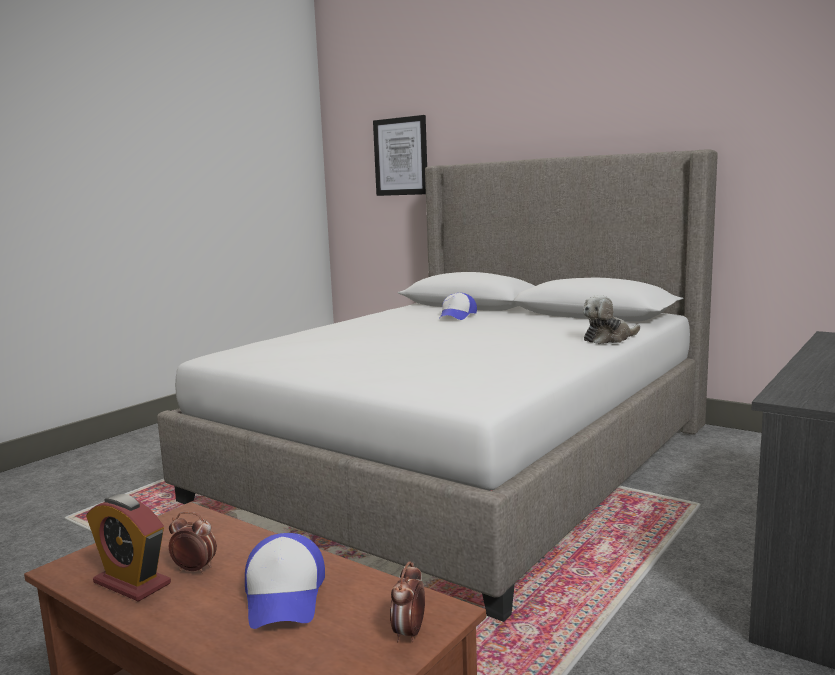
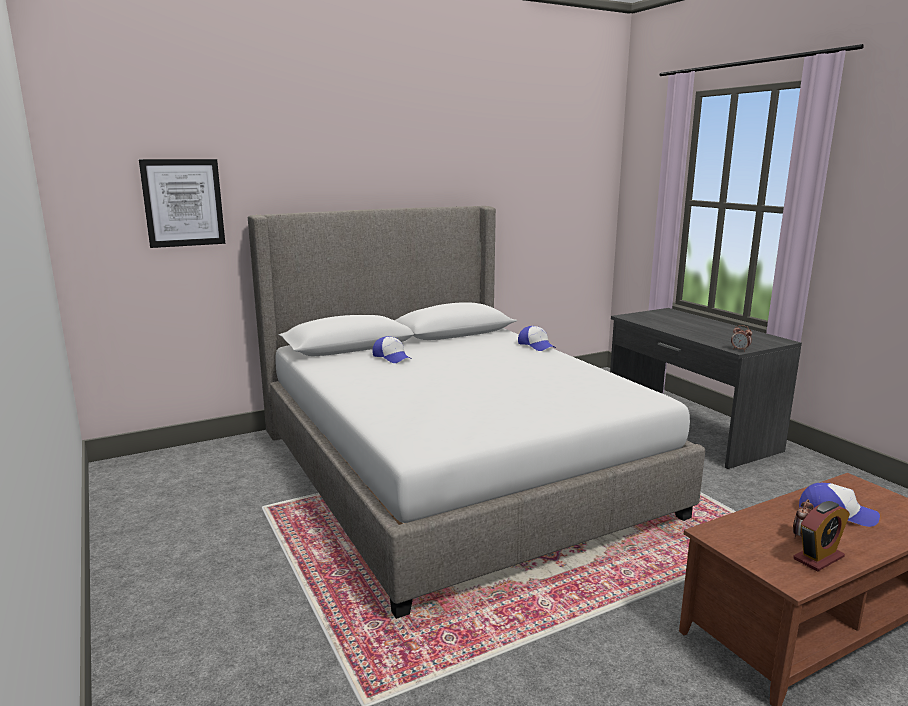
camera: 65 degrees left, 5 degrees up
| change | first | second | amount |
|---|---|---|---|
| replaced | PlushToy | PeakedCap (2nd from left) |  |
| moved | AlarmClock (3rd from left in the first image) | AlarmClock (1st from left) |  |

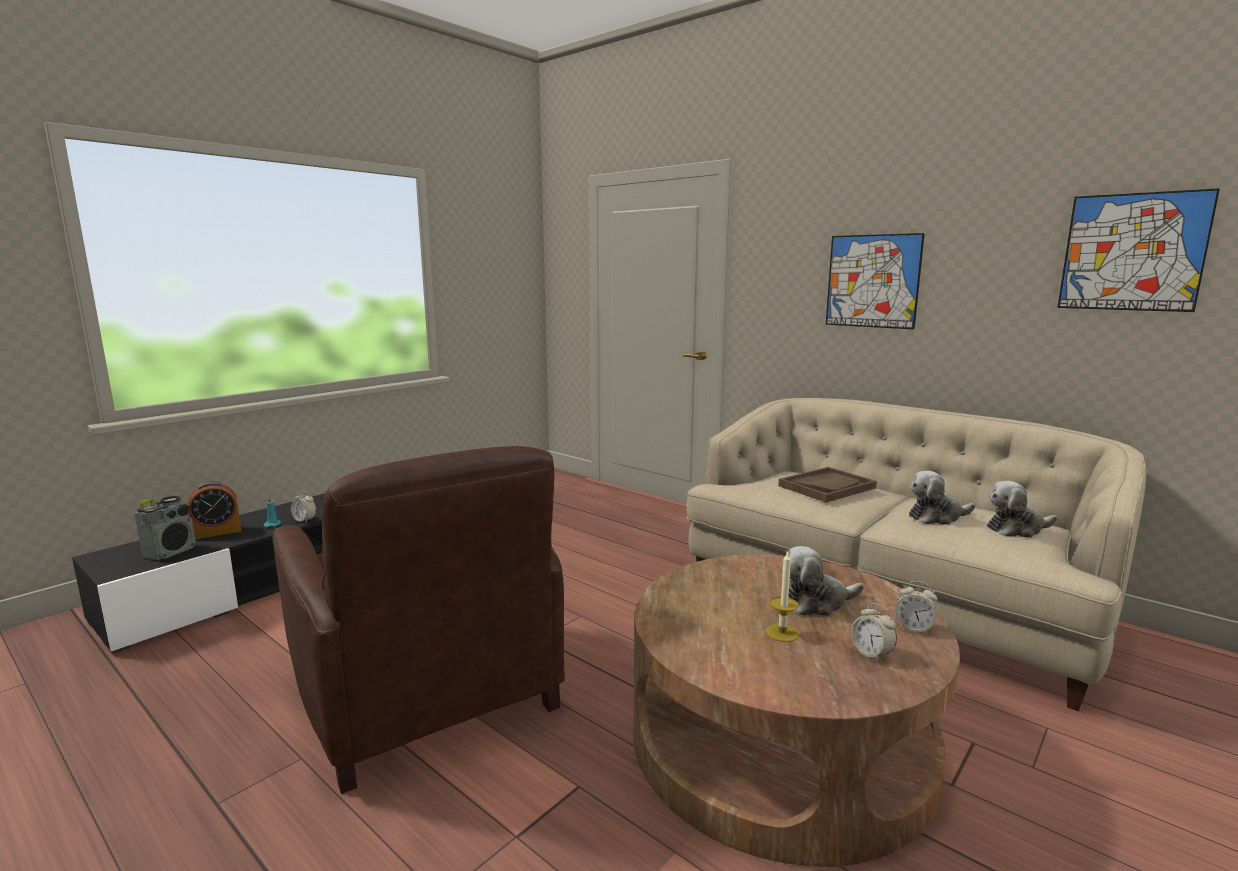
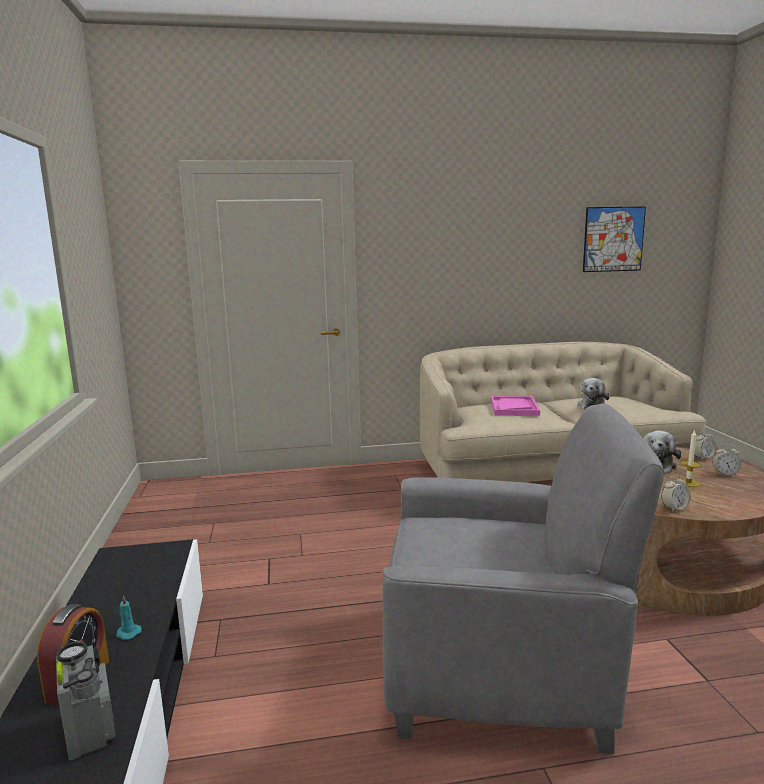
camera: 50 degrees left, 0 degrees up
| change | first | second | amount |
|---|---|---|---|
| recoloured | BrownColouredArmchair | GrayArmchair |  |
| recoloured | BrownColouredCarryingTray | PinkColouredCarryingTray |  |
| moved | AlarmClock (2nd from left) |  |  |
| removed | Picture (1st from left) |  |  |
| removed | PlushToy (3rd from left) |  |  |

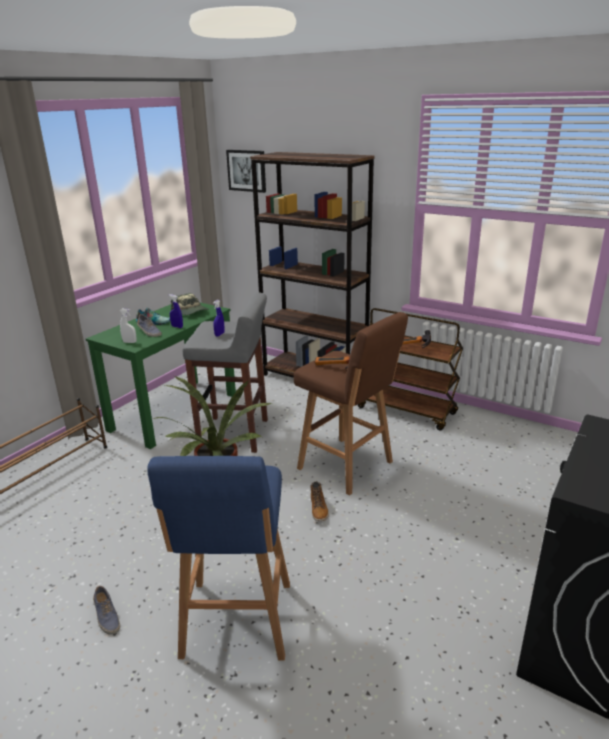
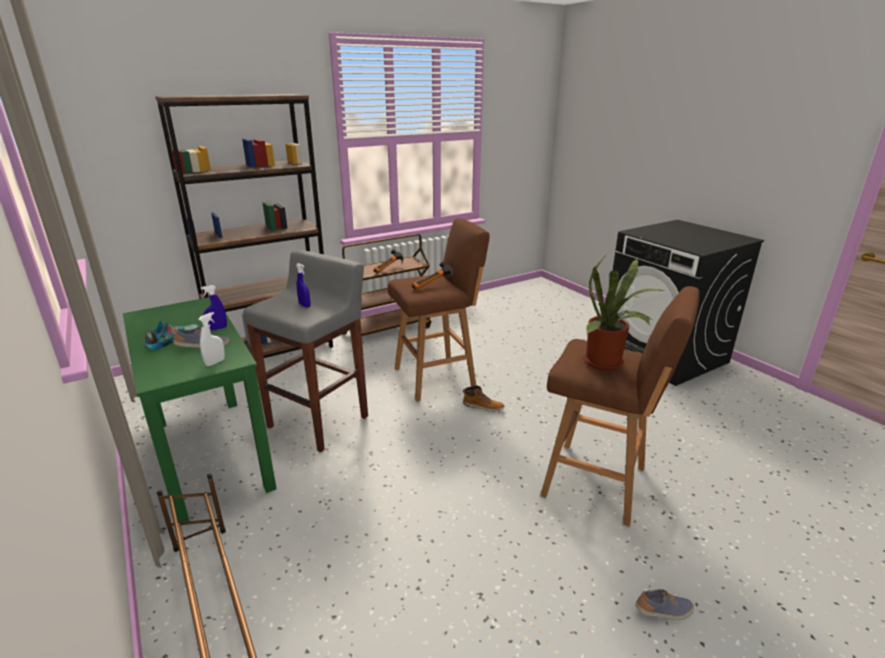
camera: 65 degrees left, 0 degrees up
| change | first | second | amount |
|---|---|---|---|
| recoloured | BlueStoolSeat | BrownColouredStoolSeat (2nd from left) |  |
| moved | ItemOfFootwear (1st from left in the first image) | ItemOfFootwear (3rd from left) |  |
| removed | PeakedCap |  |  |
| removed | Picture |  |  |

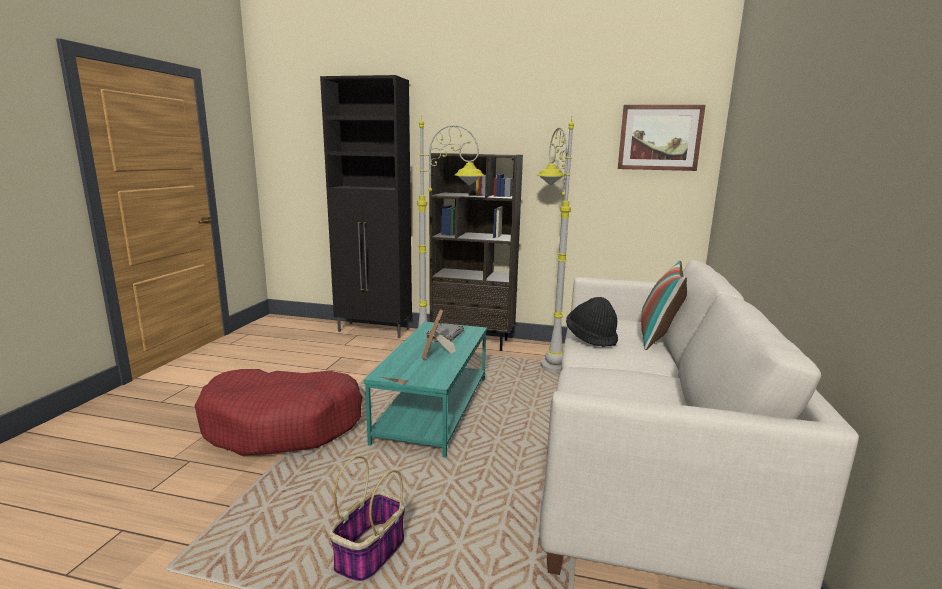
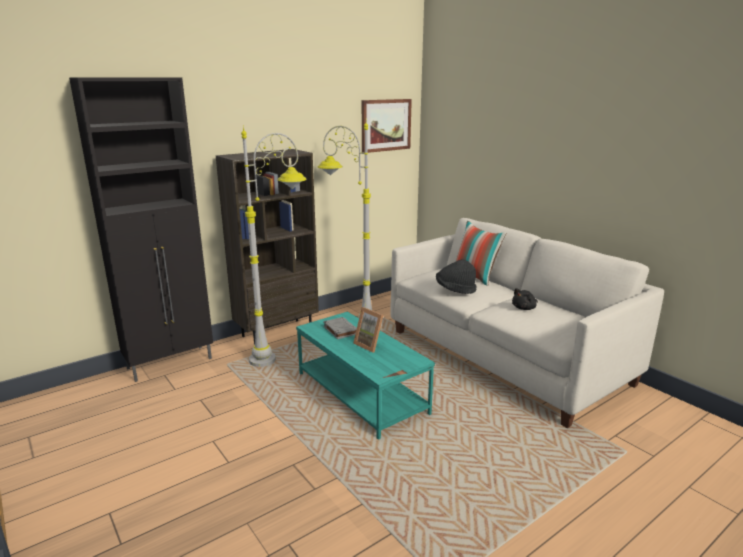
camera: 50 degrees left, 5 degrees up
| change | first | second | amount |
|---|---|---|---|
| added |  | BlackishPlushToy |  |
| removed | ReddishDogBed |  |  |
| removed | StorageBasket |  |  |

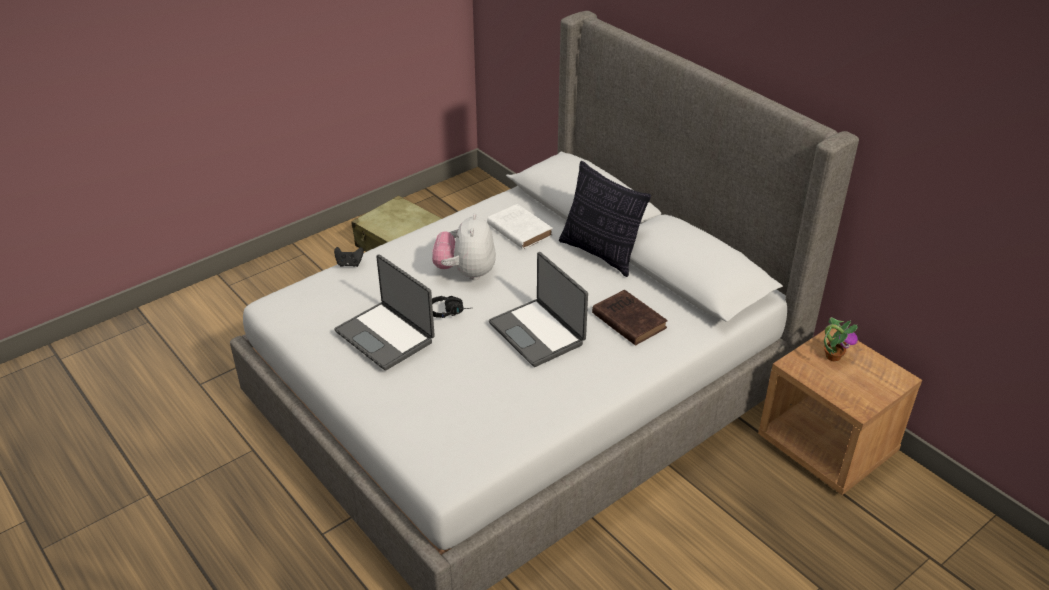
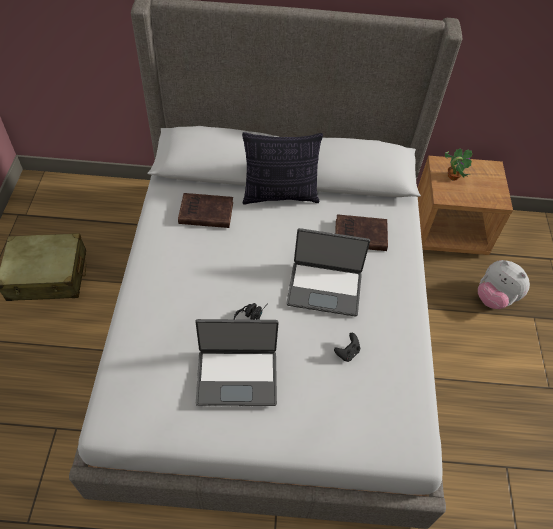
camera: 50 degrees left, 15 degrees up
| change | first | second | amount |
|---|---|---|---|
| recoloured | WhitishBoundBook | BrownColouredBoundBook (1st from left) |  |
| moved | BlackishJoypad |  |  |
| moved | PlushToy |  |  |

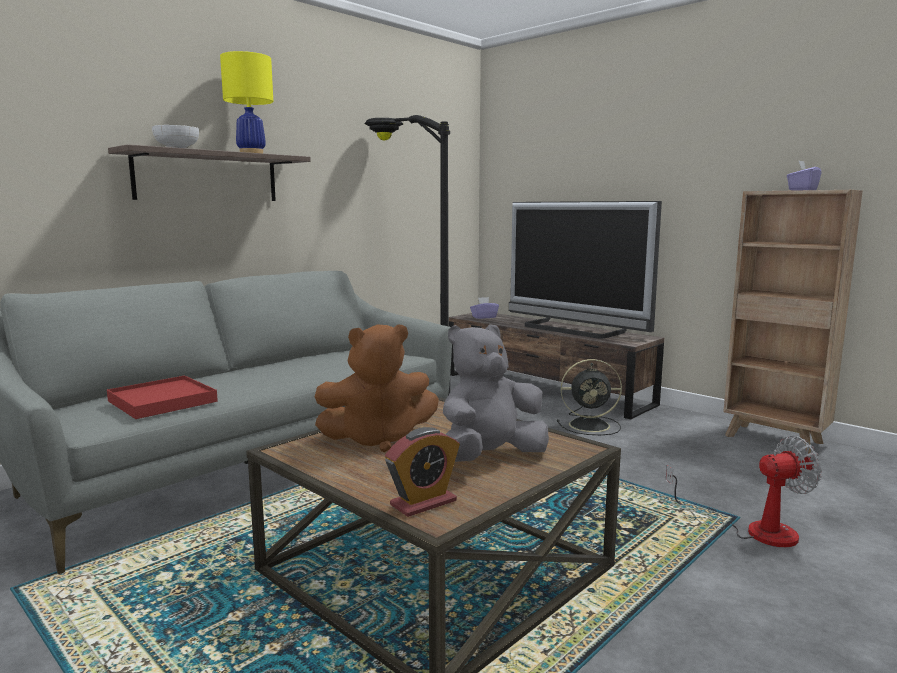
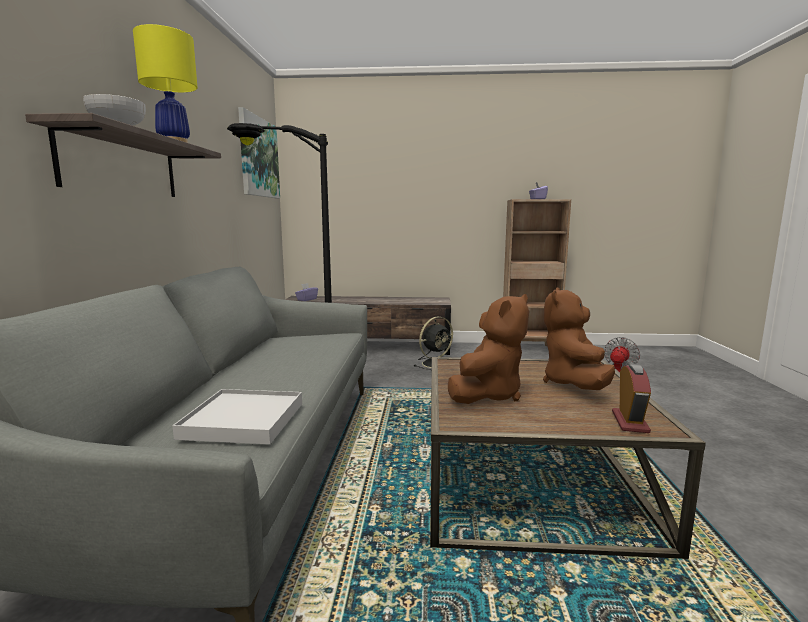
camera: 40 degrees left, 0 degrees up
| change | first | second | amount |
|---|---|---|---|
| recoloured | ReddishCarryingTray | WhitishCarryingTray |  |
| added |  | Picture |  |
| recoloured | GrayPlushToy | BrownColouredPlushToy (2nd from left) |  |
| removed | Tv |  |  |

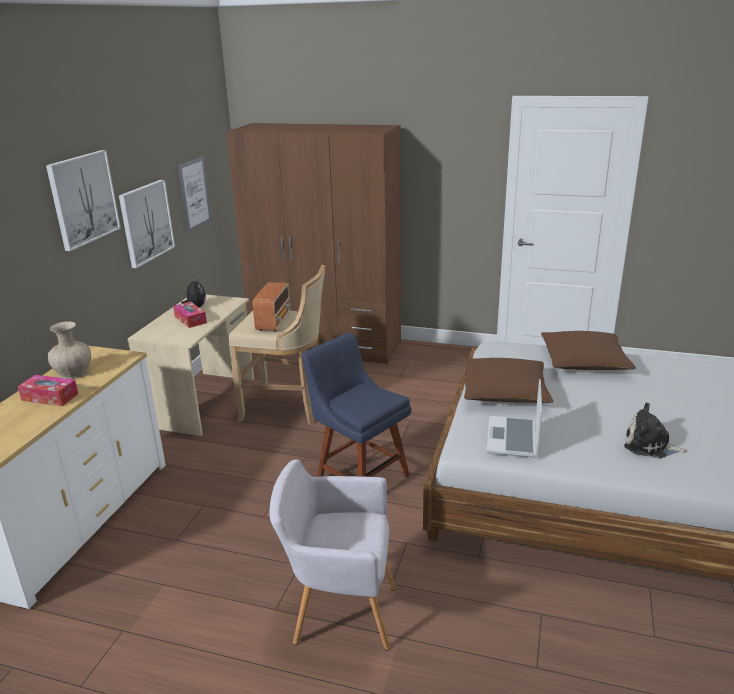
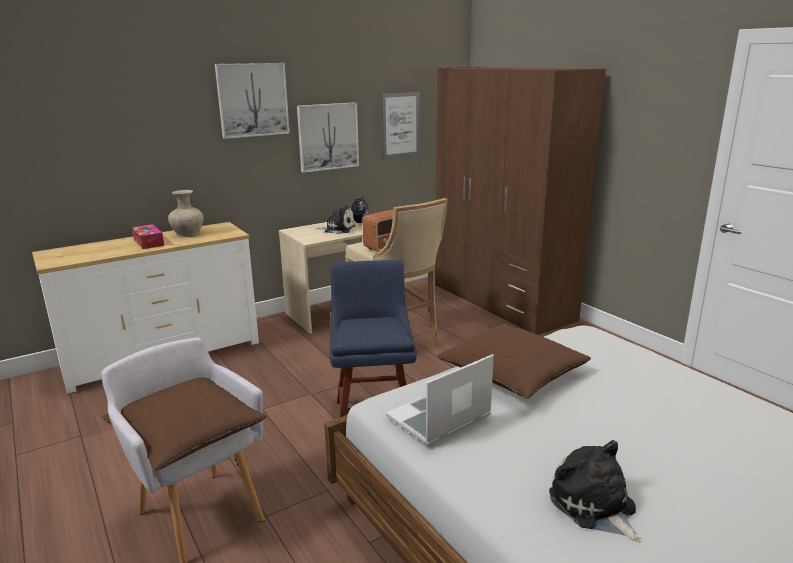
camera: 40 degrees right, 5 degrees down
| change | first | second | amount |
|---|---|---|---|
| moved | BrownColouredCushion (2nd from left in the first image) | BrownColouredCushion (1st from left) |  |
| replaced | TissueBox (2nd from left) | PlushToy (1st from left) |  |

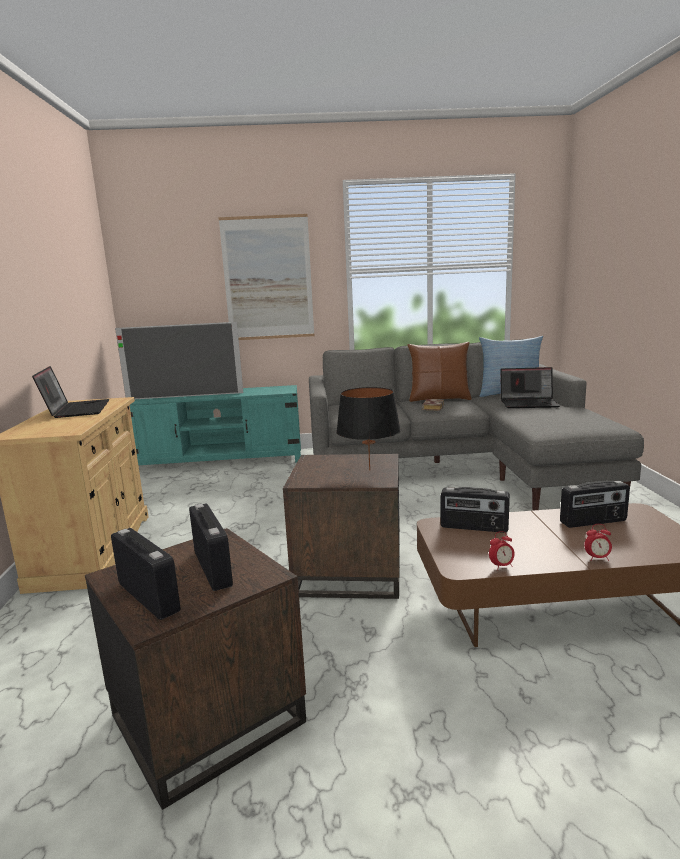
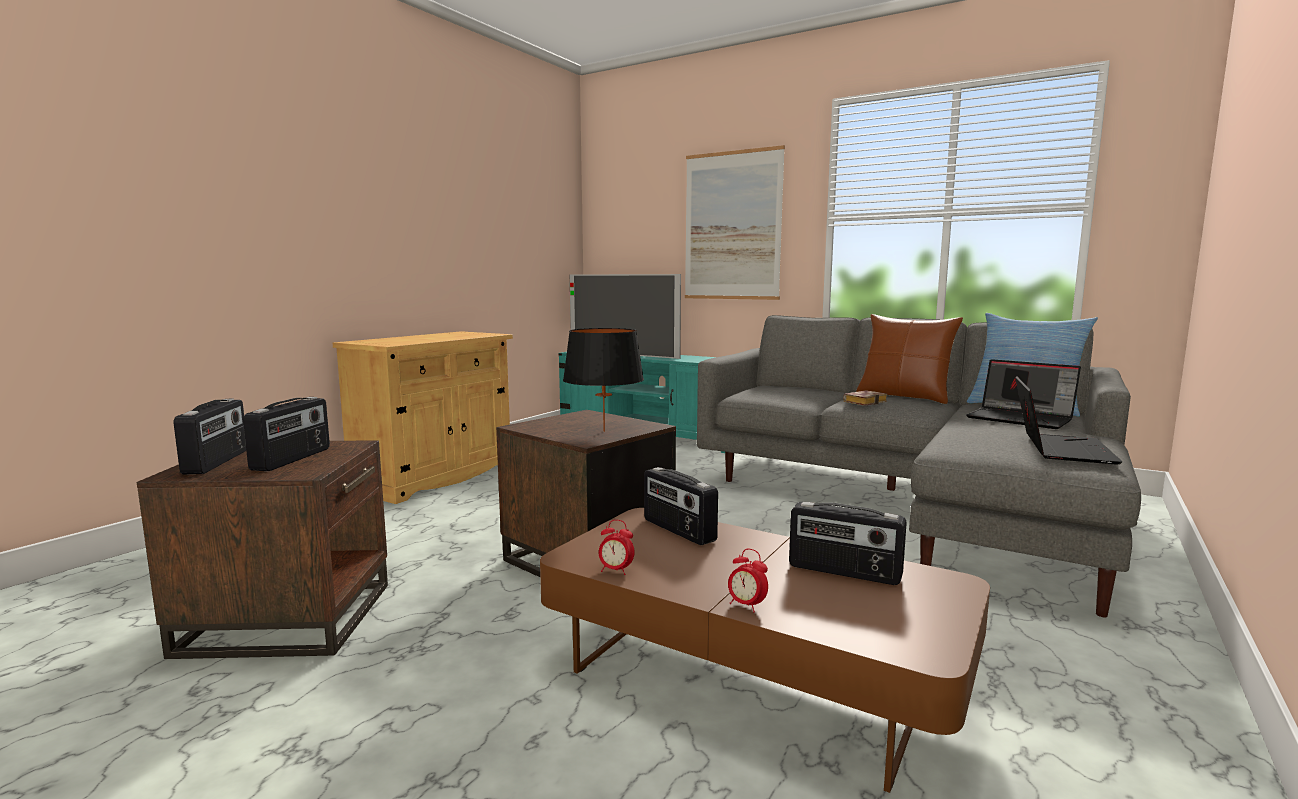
camera: 35 degrees right, 5 degrees down
| change | first | second | amount |
|---|---|---|---|
| moved | NotebookComputer (1st from left in the first image) | NotebookComputer (2nd from left) |  |

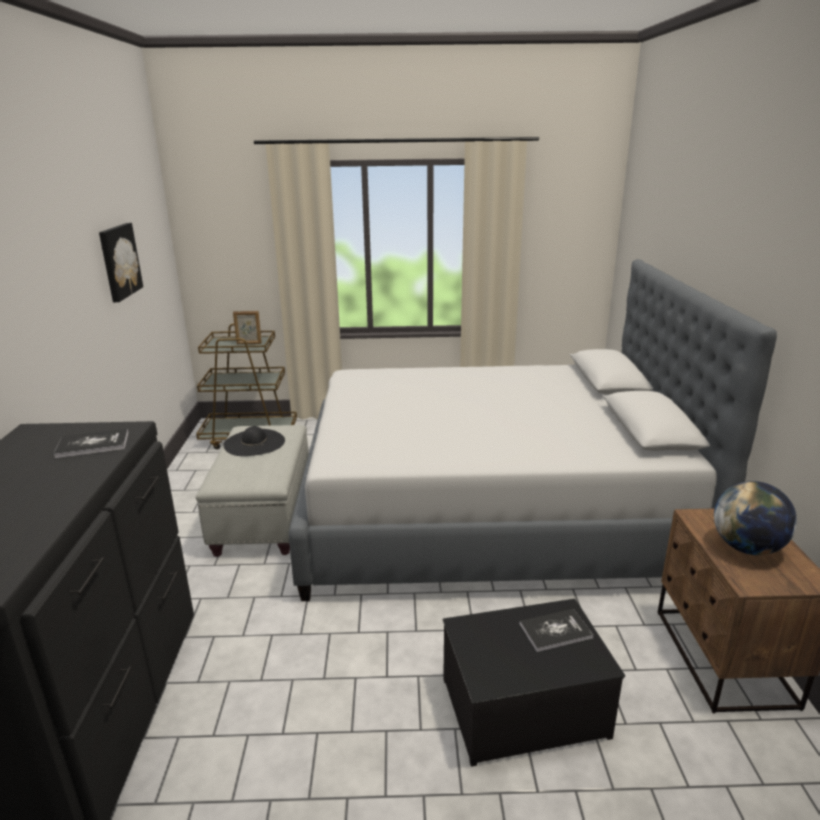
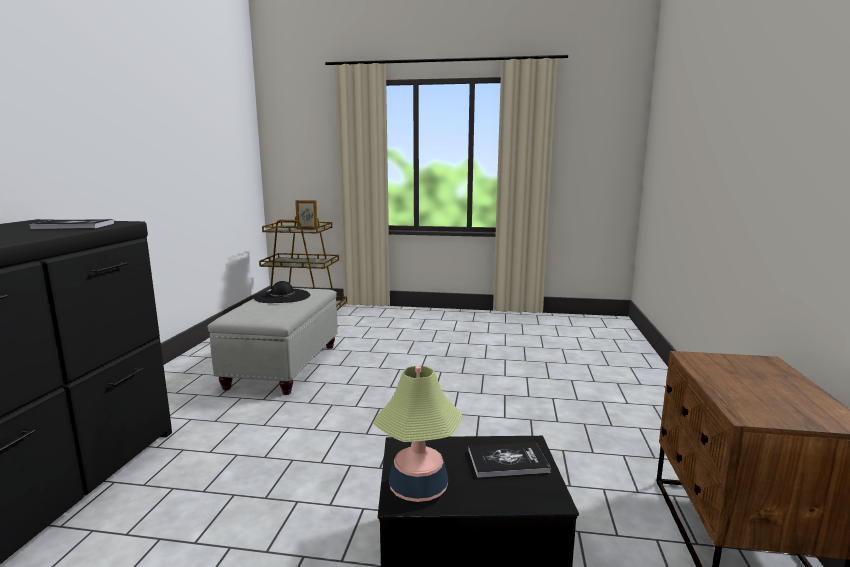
camera: 10 degrees right, 10 degrees down
| change | first | second | amount |
|---|---|---|---|
| added |  | LampForATable |  |
| removed | Picture |  |  |
| removed | GraySleepingBed |  |  |
| removed | WorldGlobe |  |  |

